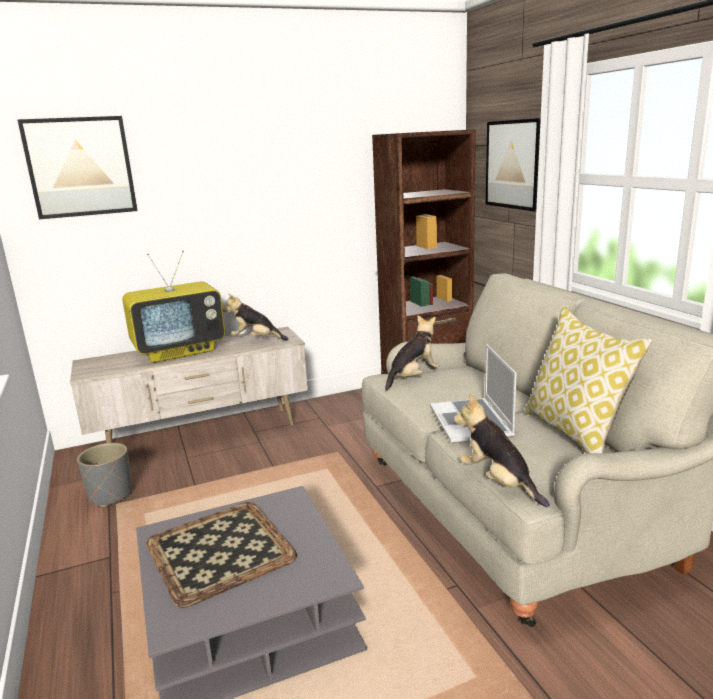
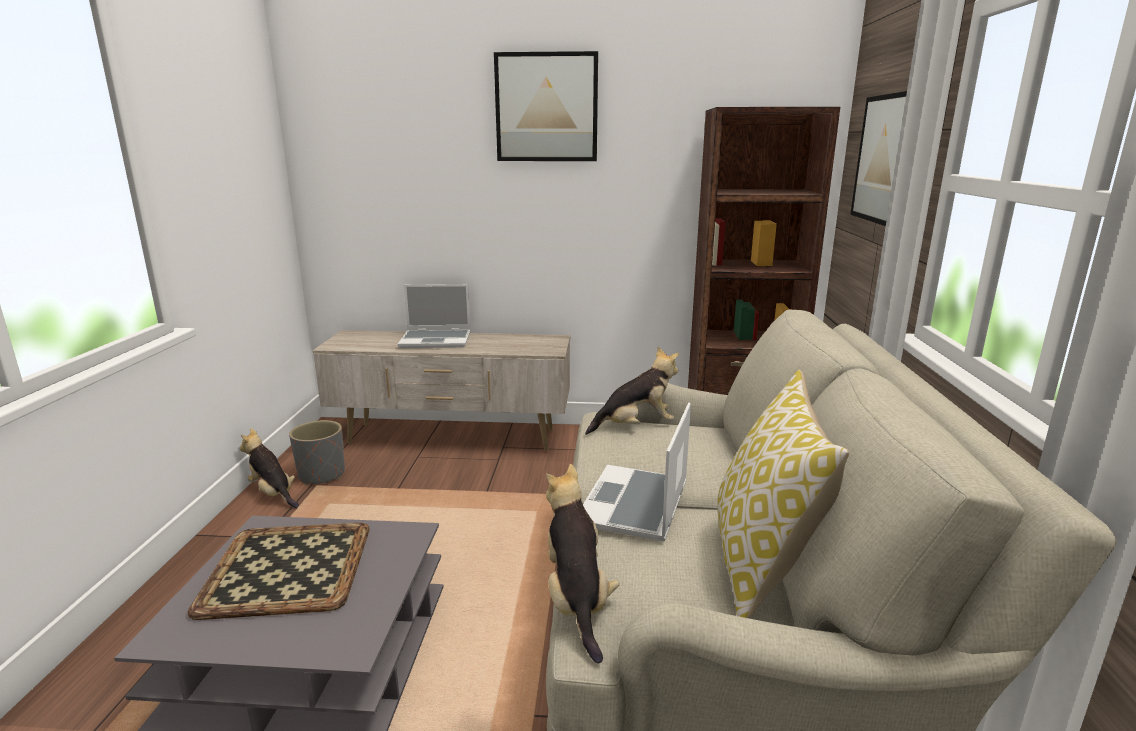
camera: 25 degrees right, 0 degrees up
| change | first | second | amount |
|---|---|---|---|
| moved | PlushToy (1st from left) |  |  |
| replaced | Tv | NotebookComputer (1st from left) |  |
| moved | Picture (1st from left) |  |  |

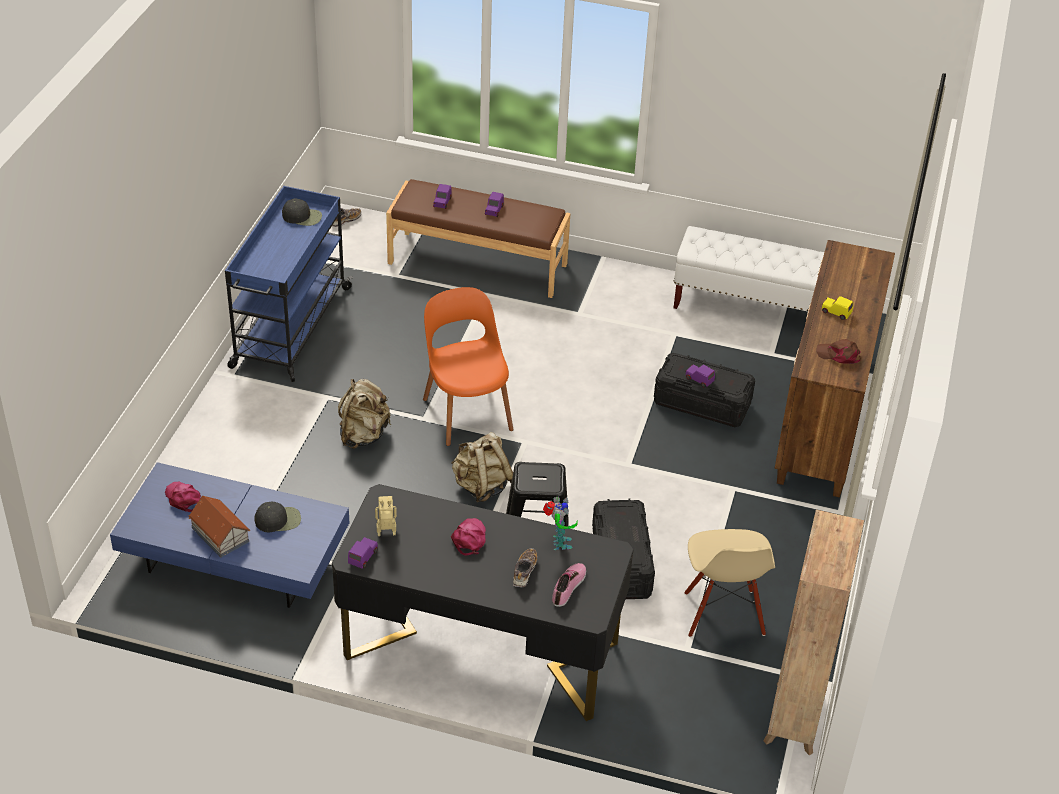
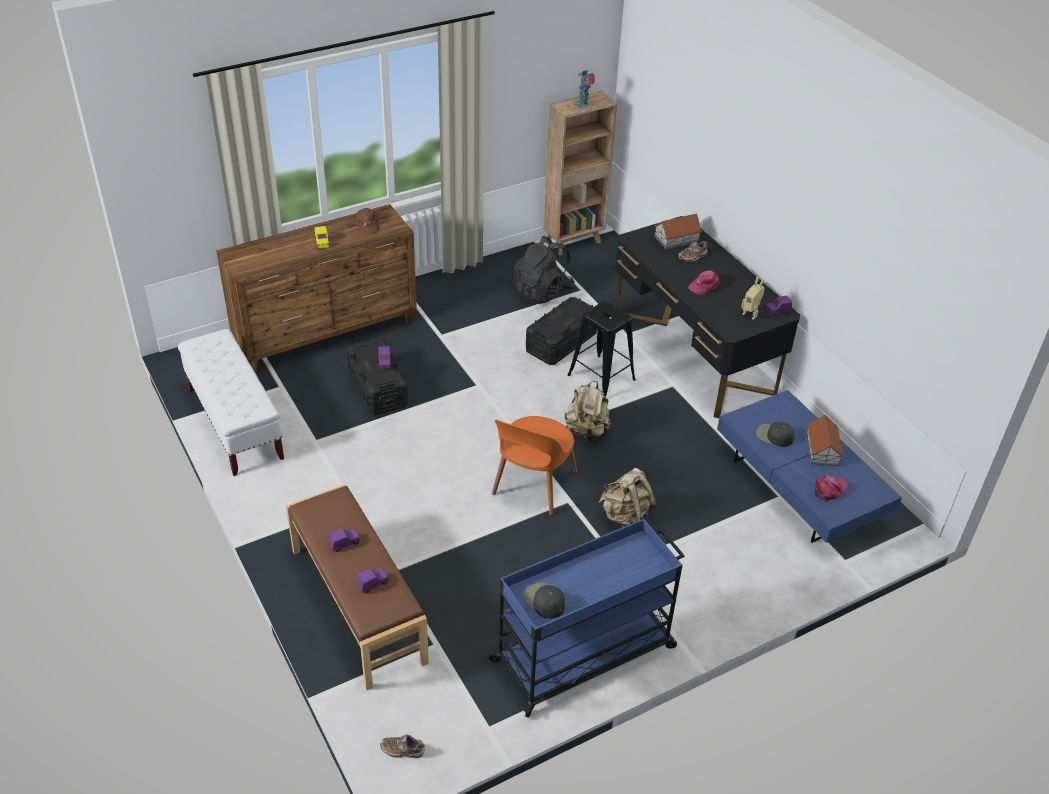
camera: 135 degrees left, 0 degrees up
| change | first | second | amount |
|---|---|---|---|
| replaced | BeigeColouredUprightChair | BlackishRucksack |  |
| moved | RobotFigure (2nd from left in the first image) | RobotFigure (1st from left) |  |
| replaced | ItemOfFootwear (3rd from left) | ModelHouse (1st from left) |  |
| turned | PinkColouredPeakedCap (1st from left in the first image) | PinkColouredPeakedCap (2nd from left) | 135 degrees counterclockwise |

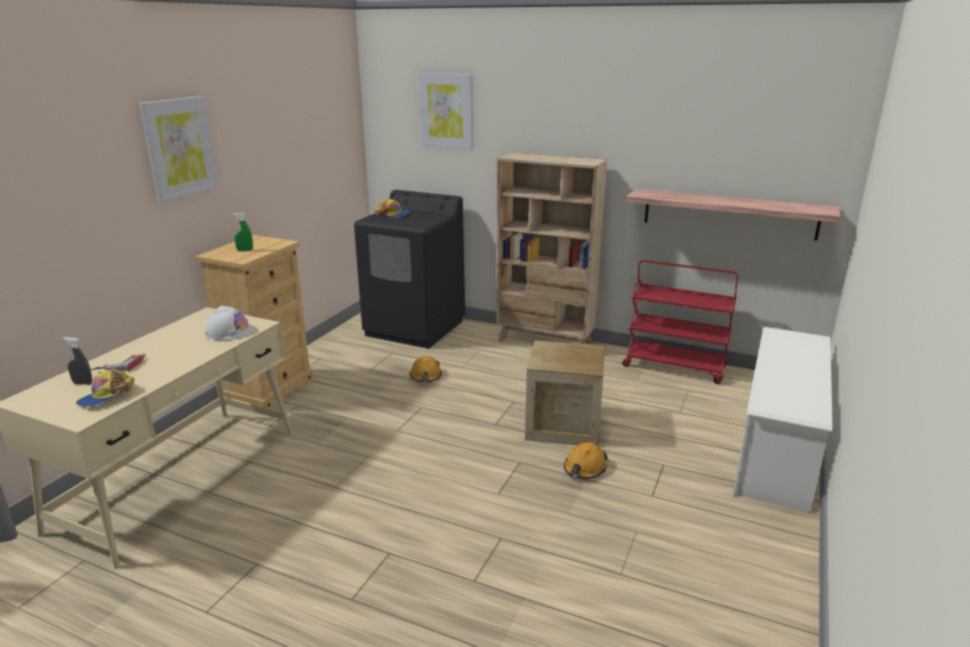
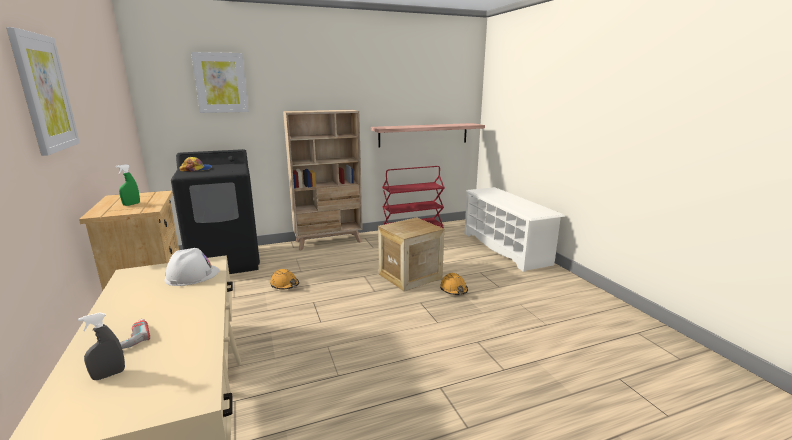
camera: 45 degrees left, 5 degrees down
| change | first | second | amount |
|---|---|---|---|
| removed | PeakedCap (1st from left) |  |  |

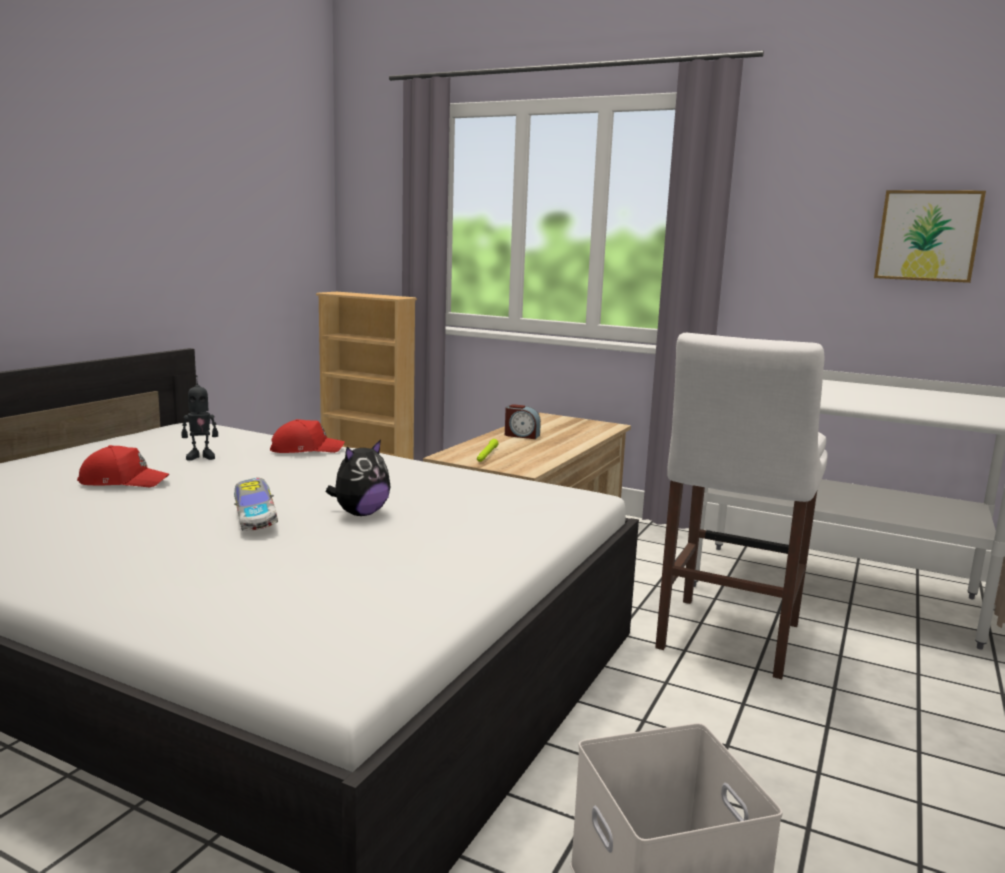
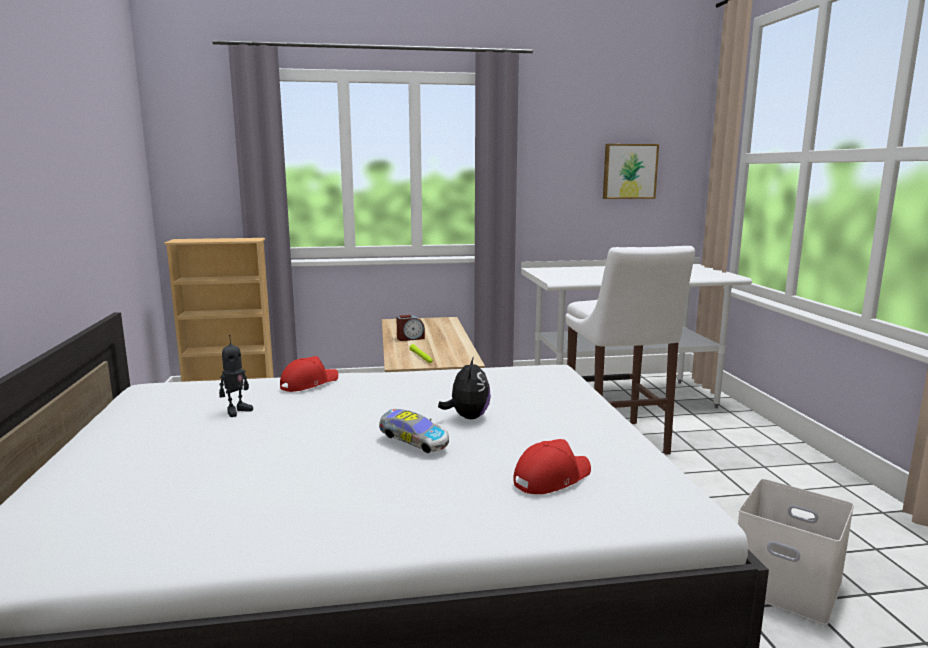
camera: 35 degrees left, 0 degrees up
| change | first | second | amount |
|---|---|---|---|
| moved | ReddishPeakedCap (1st from left in the first image) | ReddishPeakedCap (2nd from left) |  |

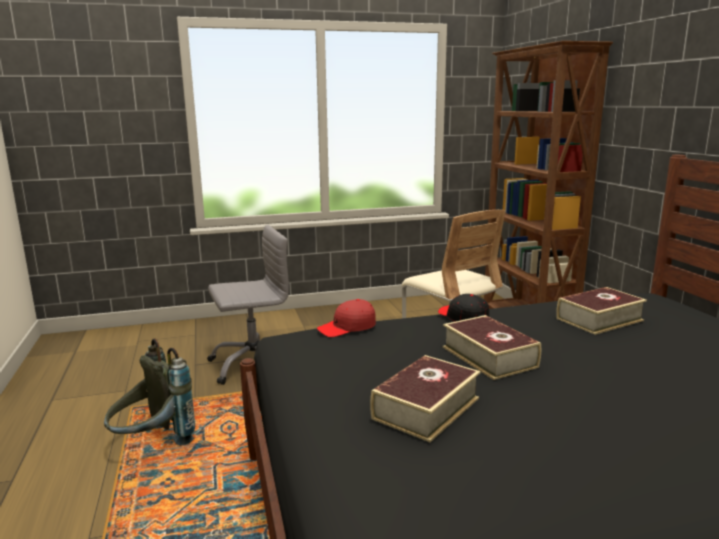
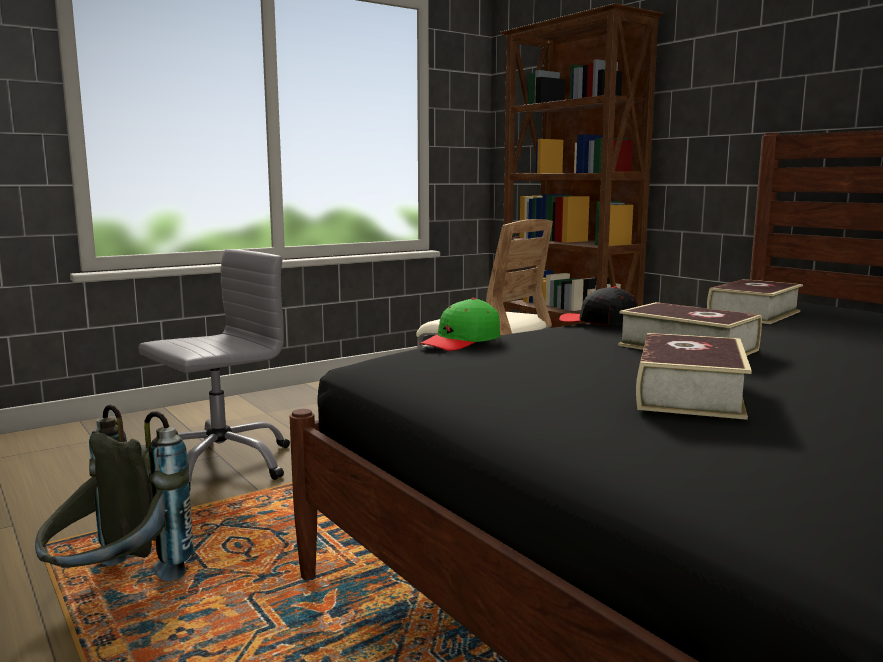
camera: 20 degrees left, 5 degrees down
| change | first | second | amount |
|---|---|---|---|
| recoloured | ReddishPeakedCap | GreenishPeakedCap |  |

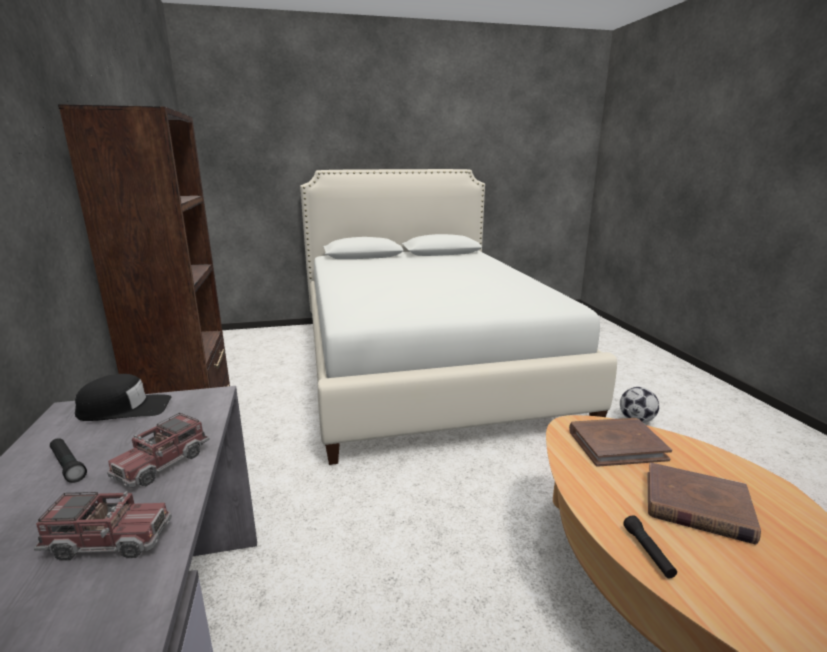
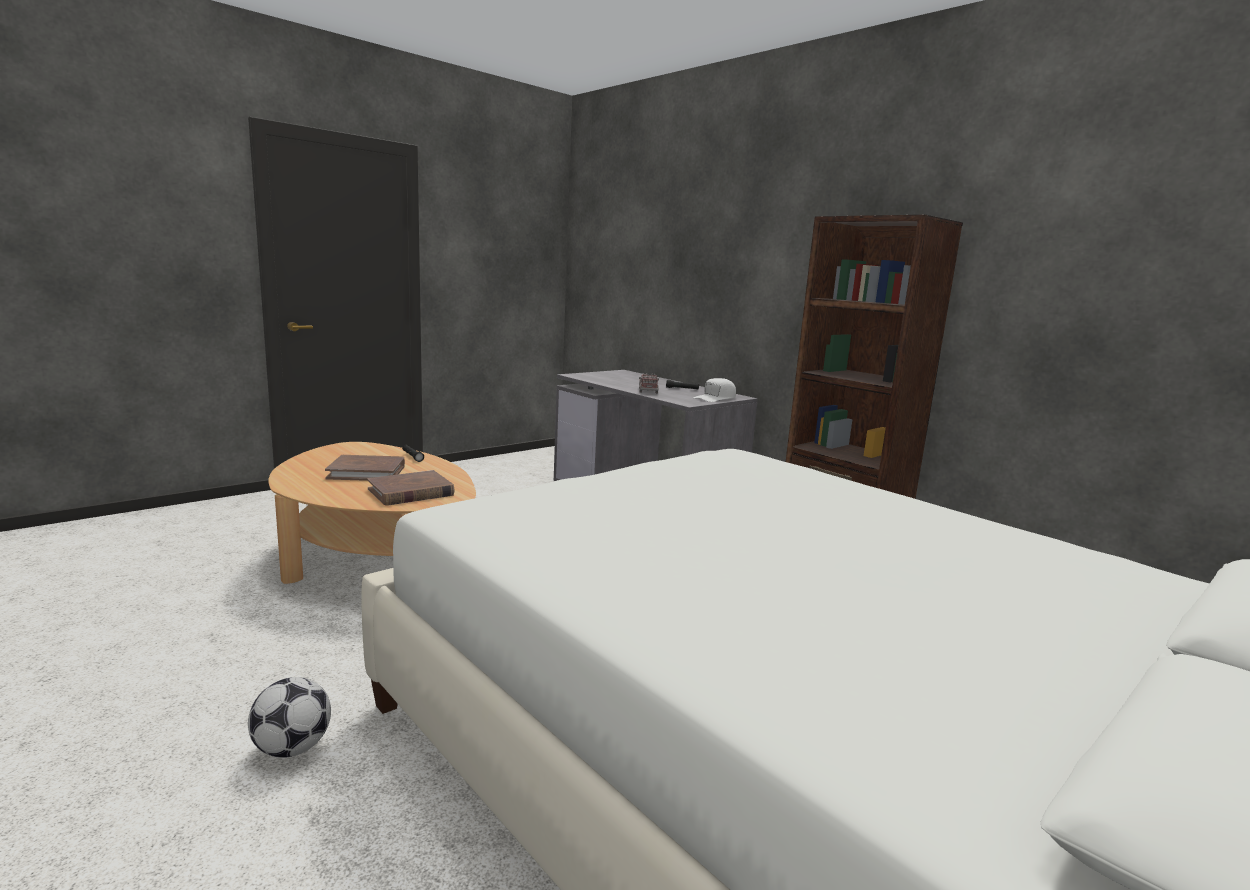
camera: 150 degrees right, 5 degrees down
| change | first | second | amount |
|---|---|---|---|
| recoloured | BlackishPeakedCap | WhitishPeakedCap |  |
| removed | ModelTruck (1st from left) |  |  |

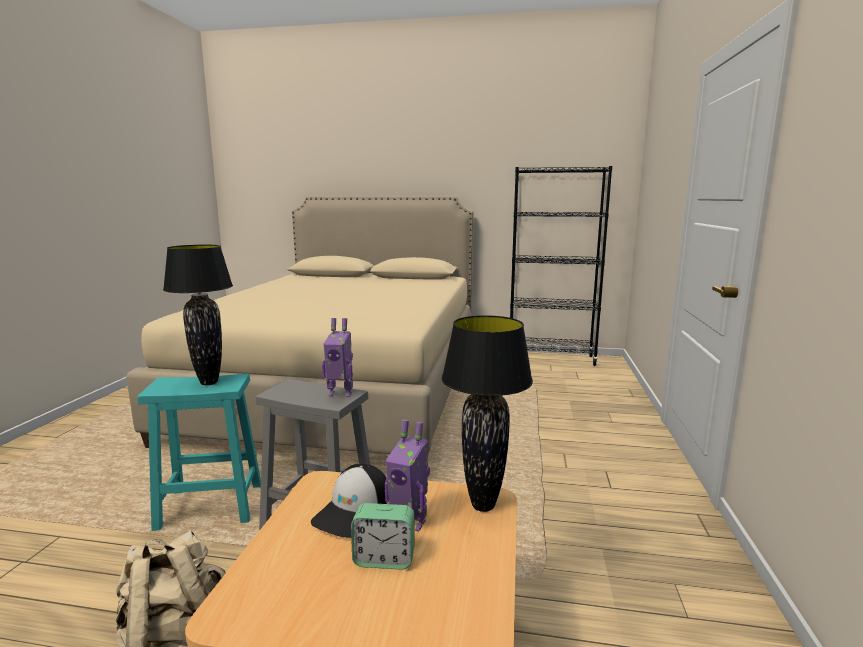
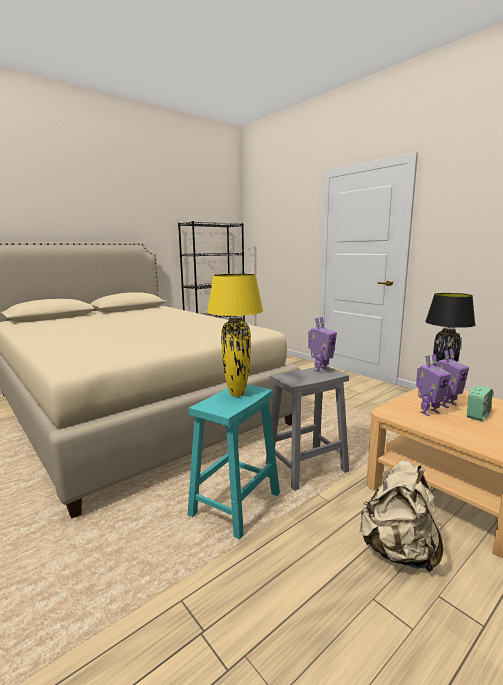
camera: 50 degrees left, 0 degrees up
| change | first | second | amount |
|---|---|---|---|
| recoloured | BlackishLampForATable (1st from left) | YellowLampForATable |  |
| replaced | PeakedCap | RobotFigure (2nd from left) |  |

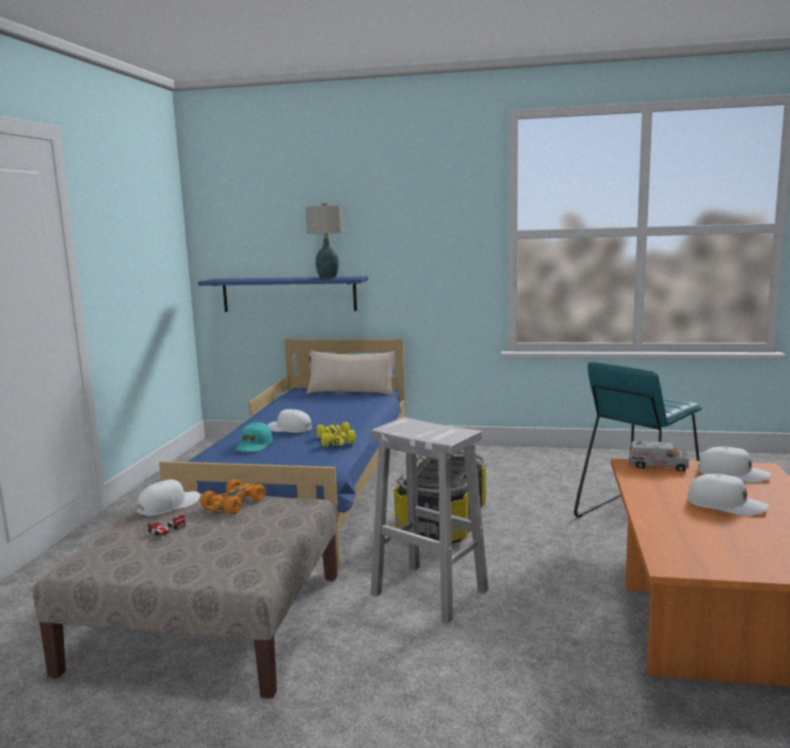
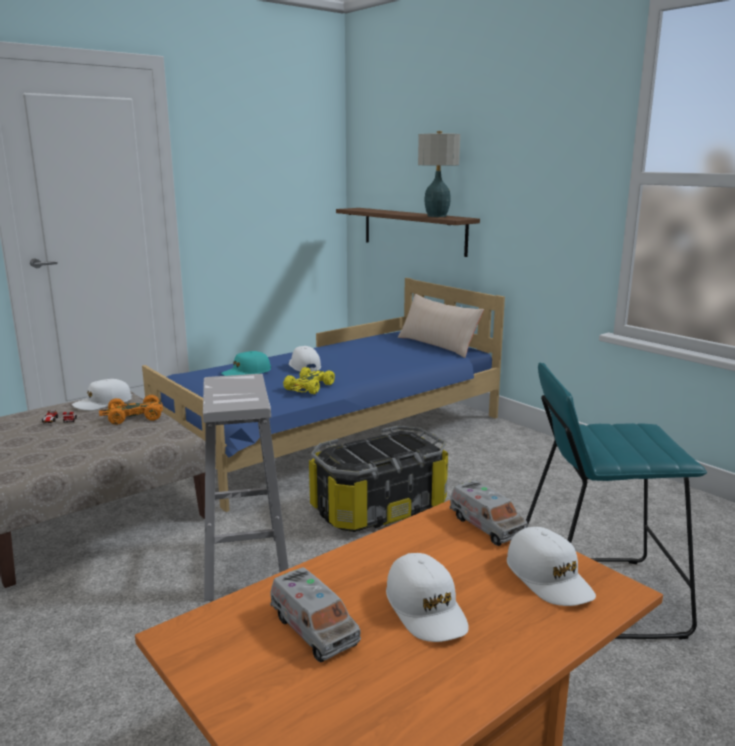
camera: 40 degrees right, 5 degrees up
| change | first | second | amount |
|---|---|---|---|
| turned | WhitishPeakedCap (1st from left) |  | 150 degrees clockwise |
| added |  | ModelTruck (1st from left) |  |
| recoloured | BlueWallShelf | BrownColouredWallShelf |  |

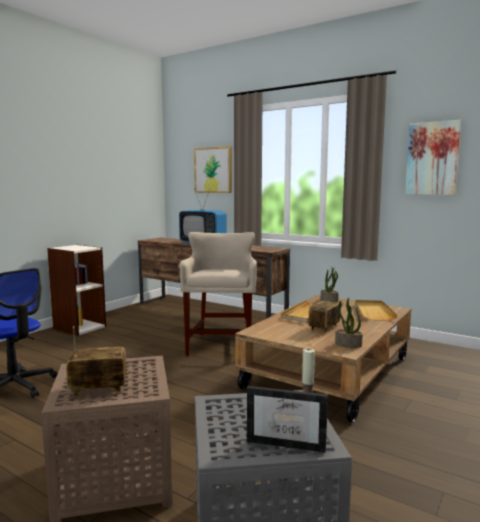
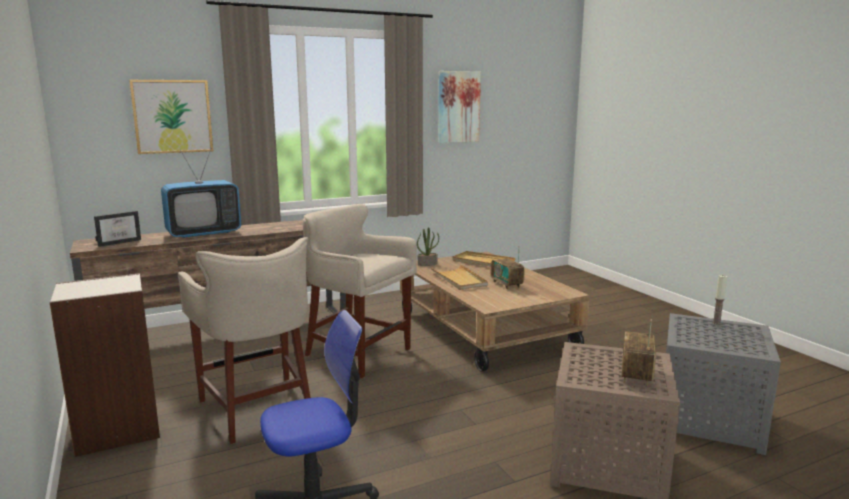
camera: 60 degrees left, 5 degrees up
| change | first | second | amount |
|---|---|---|---|
| moved | PhotoFrame |  |  |
| added |  | BeigeColouredStoolSeat (1st from left) |  |
| removed | PottedPlant (2nd from left) |  |  |

